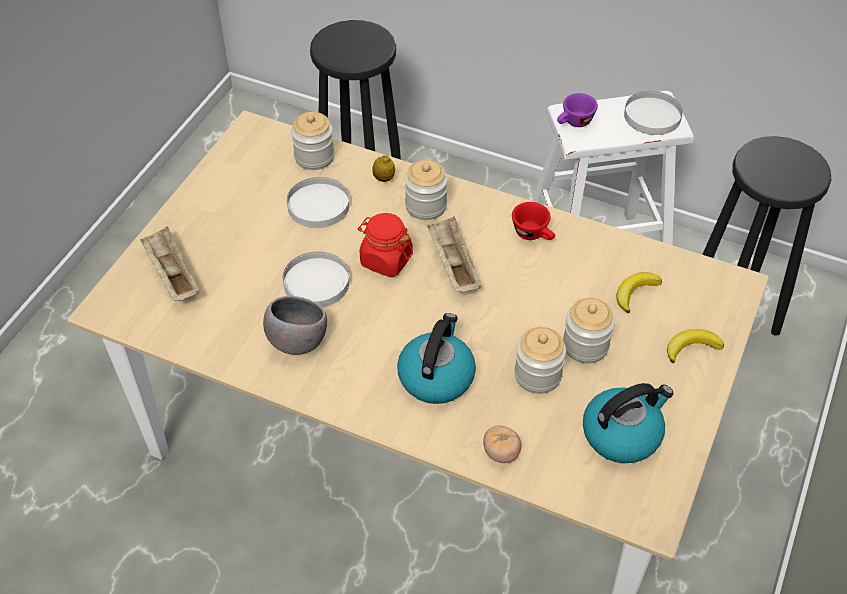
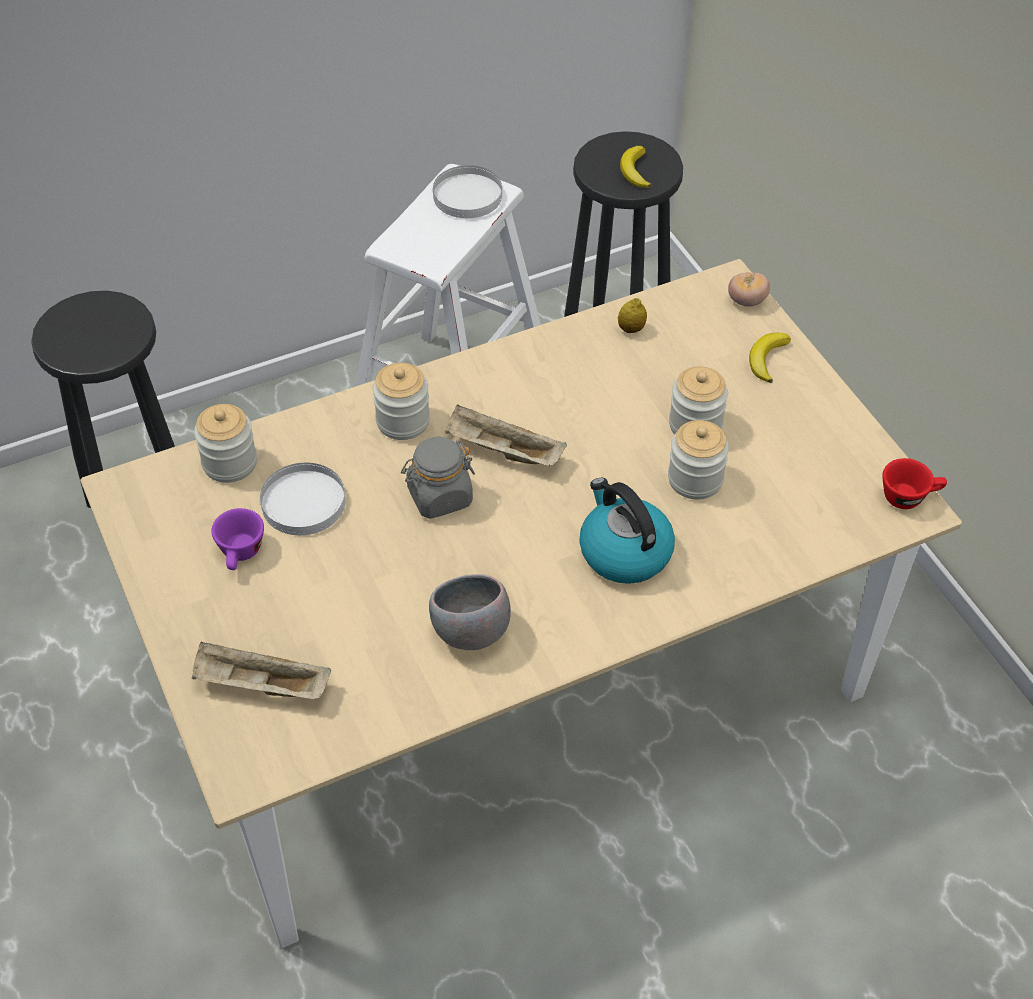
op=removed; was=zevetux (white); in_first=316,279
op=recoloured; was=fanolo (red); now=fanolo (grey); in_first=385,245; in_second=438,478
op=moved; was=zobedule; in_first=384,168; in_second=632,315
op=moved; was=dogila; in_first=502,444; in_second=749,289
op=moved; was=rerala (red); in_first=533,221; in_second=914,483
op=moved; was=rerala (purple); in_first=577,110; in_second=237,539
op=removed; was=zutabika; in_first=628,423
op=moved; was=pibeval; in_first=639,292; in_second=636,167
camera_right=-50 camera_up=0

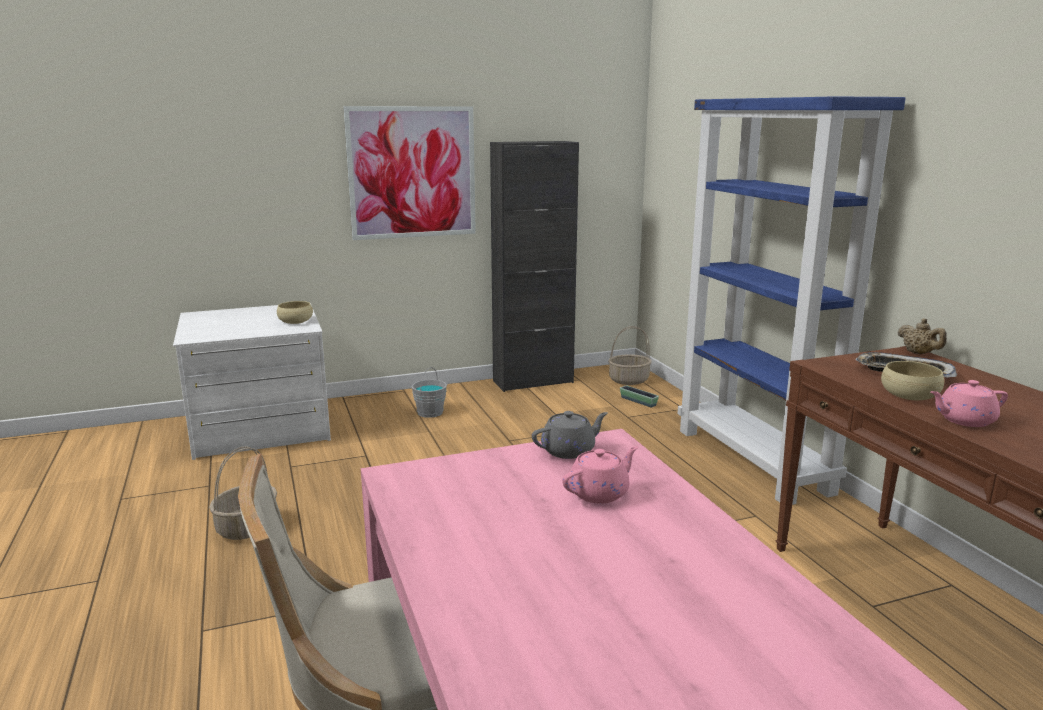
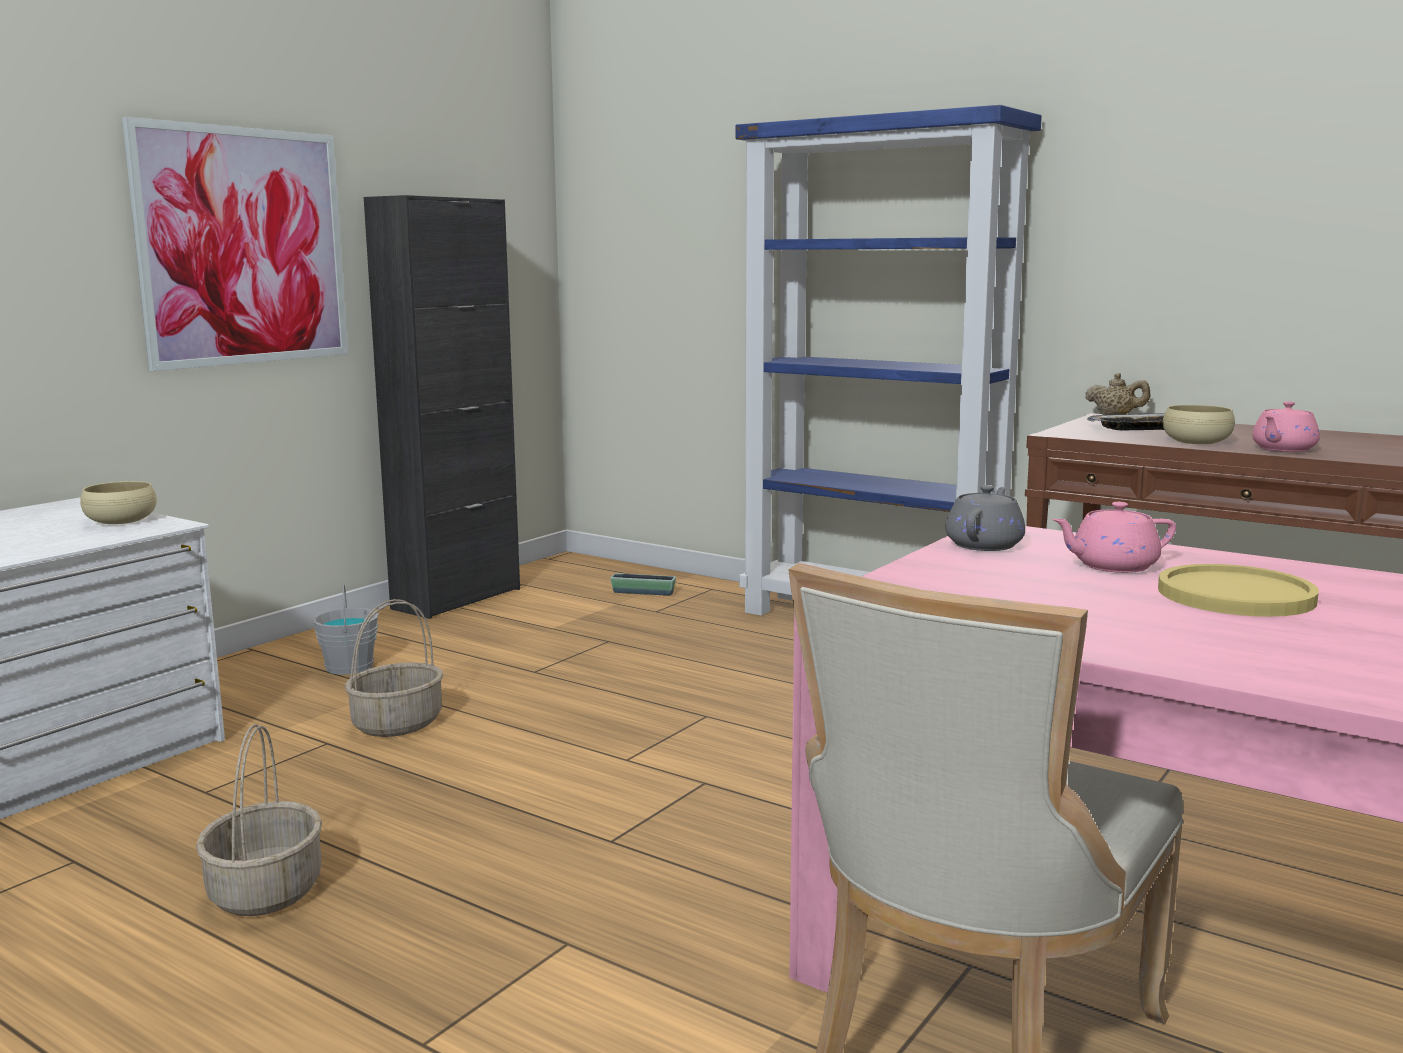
op=turned; was=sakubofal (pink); in_first=600,475; in_second=1114,537; clockwise=-120
op=moved; was=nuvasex; in_first=630,355; in_second=394,668
op=added; now=zevetux (yellow); in_second=1238,590
camera_right=-35 camera_up=-5

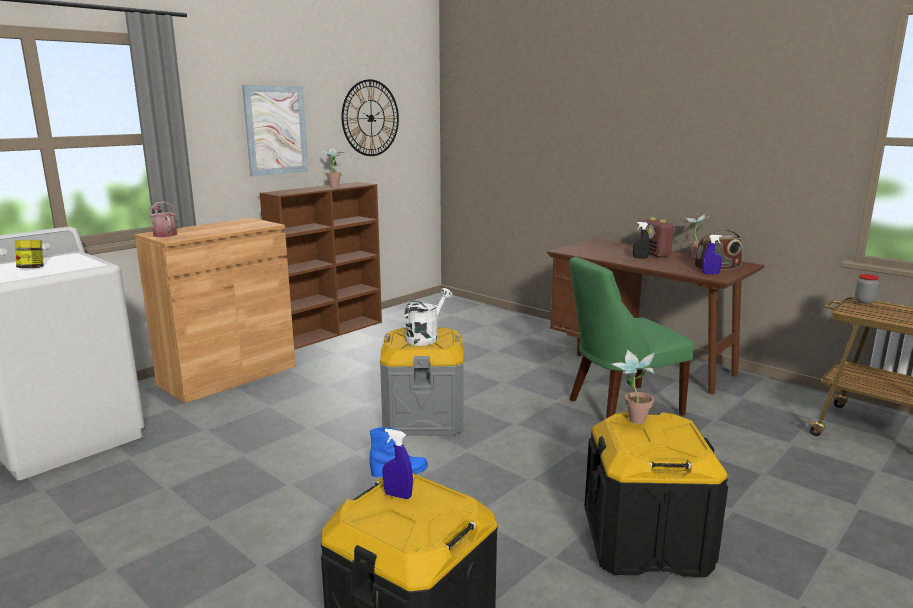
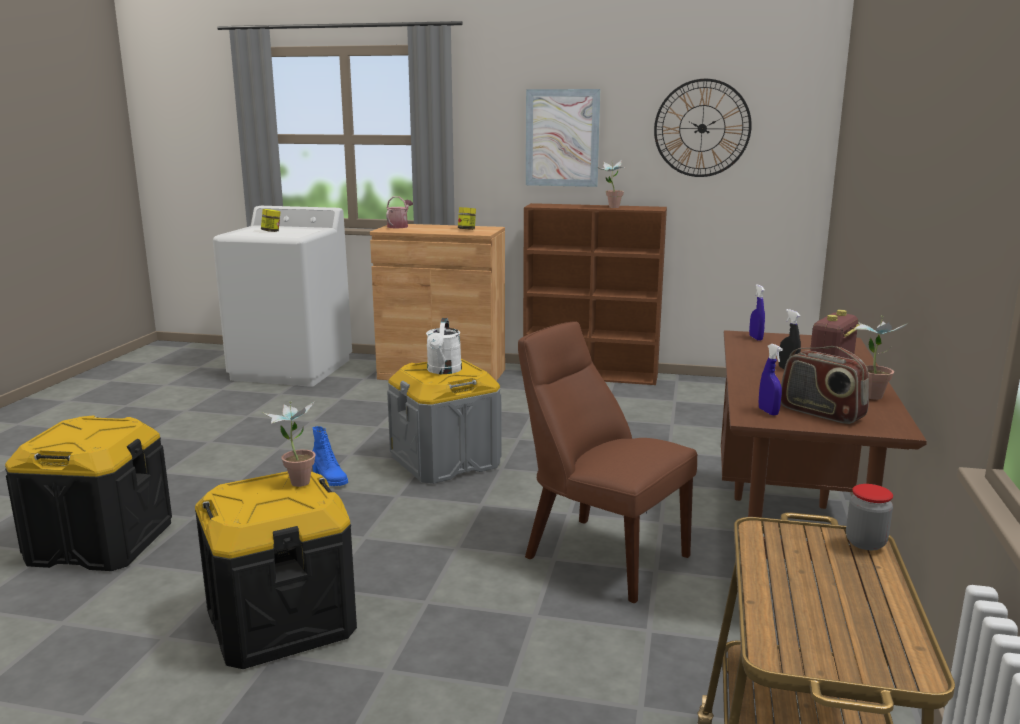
op=moved; was=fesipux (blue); in_first=398,464; in_second=757,312
op=turned; was=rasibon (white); in_first=428,317; in_second=444,346; clockwise=90
op=recoloured; was=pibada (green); now=pibada (brown); in_first=631,337; in_second=607,462
op=added; now=fanolo; in_second=467,218
camera_right=60 camera_up=0

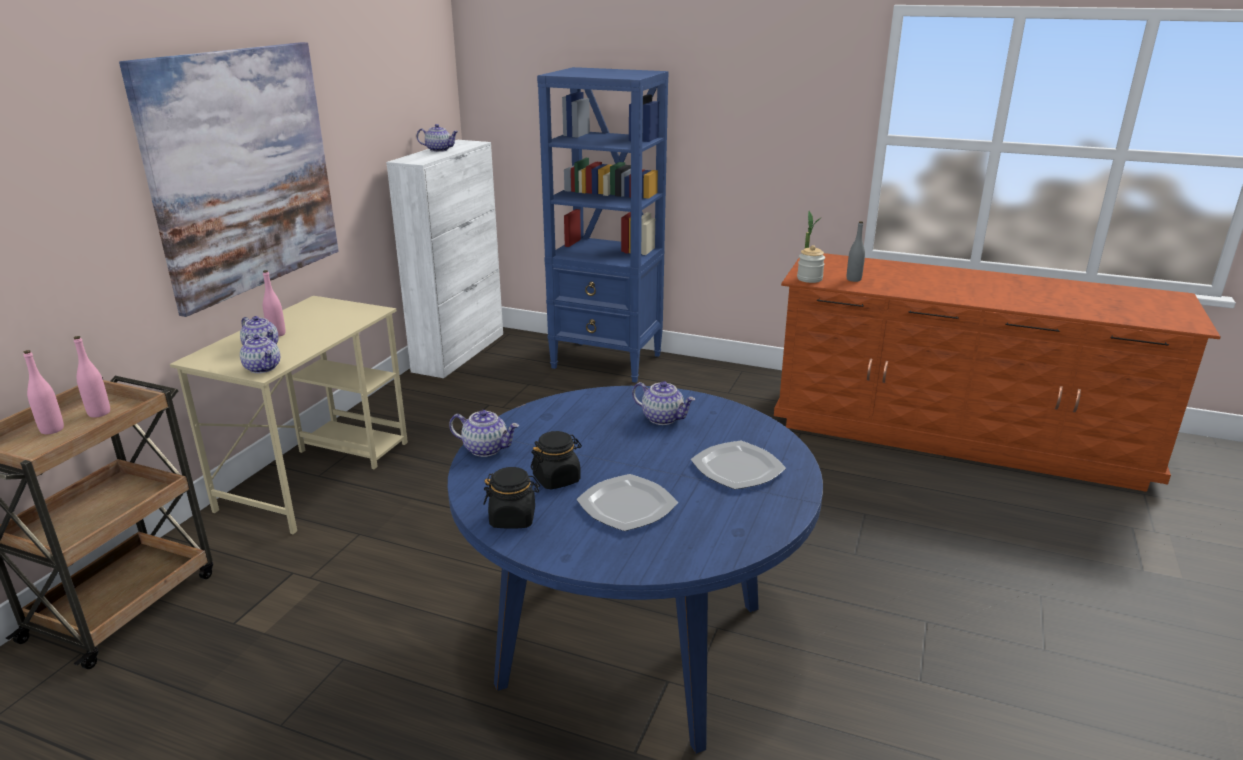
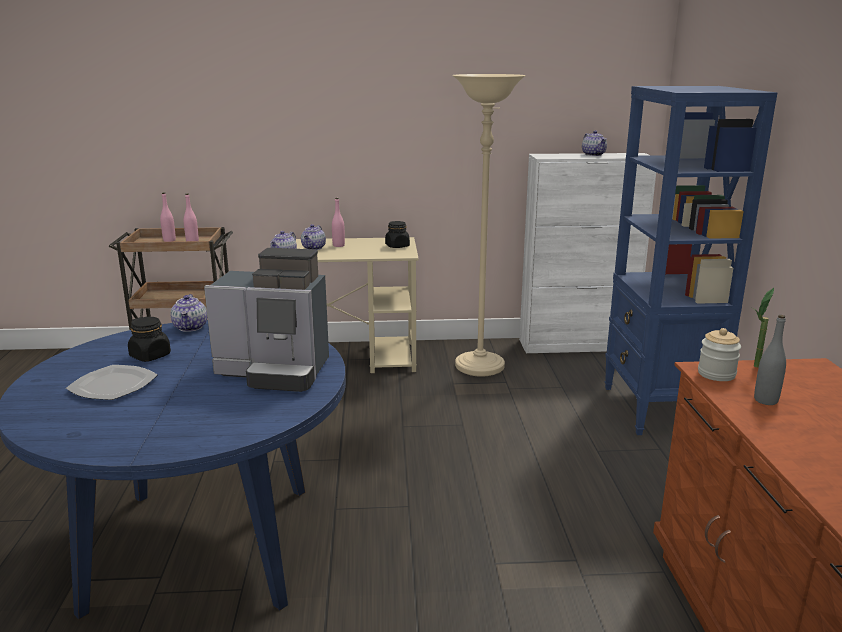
op=removed; was=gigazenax; in_first=229,179
op=moved; was=fanolo (black); in_first=511,498; in_second=397,234
op=replaced; was=sakubofal; now=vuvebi; in_first=664,403; in_second=266,320
op=removed; was=zevetux; in_first=738,465
op=added; now=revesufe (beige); in_second=489,225
camera_right=65 camera_up=-5

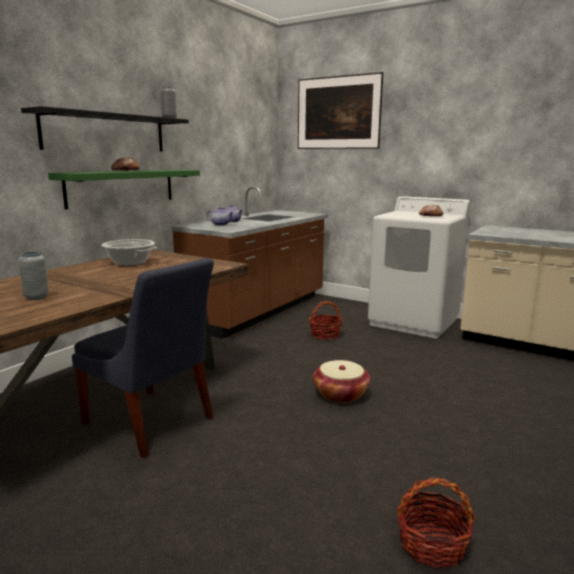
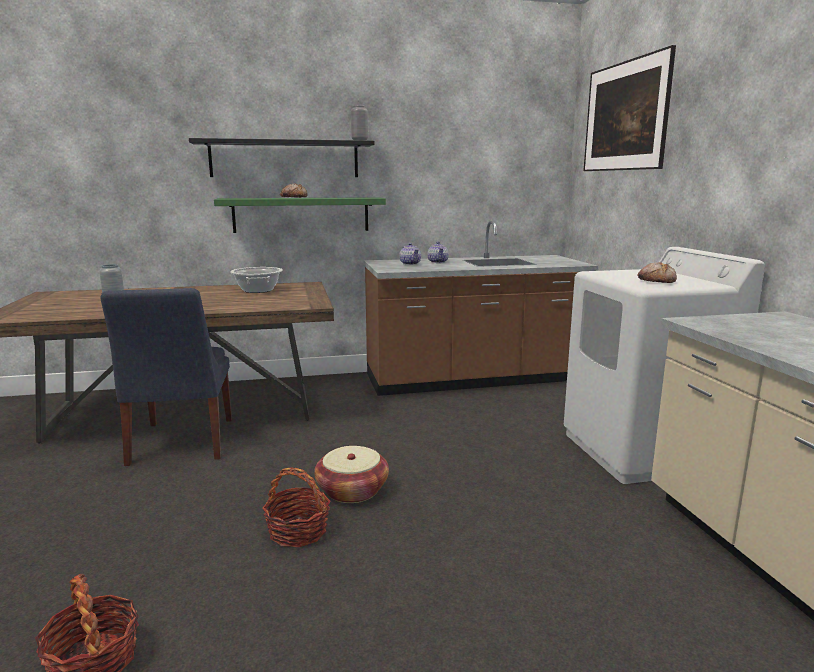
op=moved; was=nuvasex; in_first=325,320; in_second=296,507
camera_right=45 camera_up=0

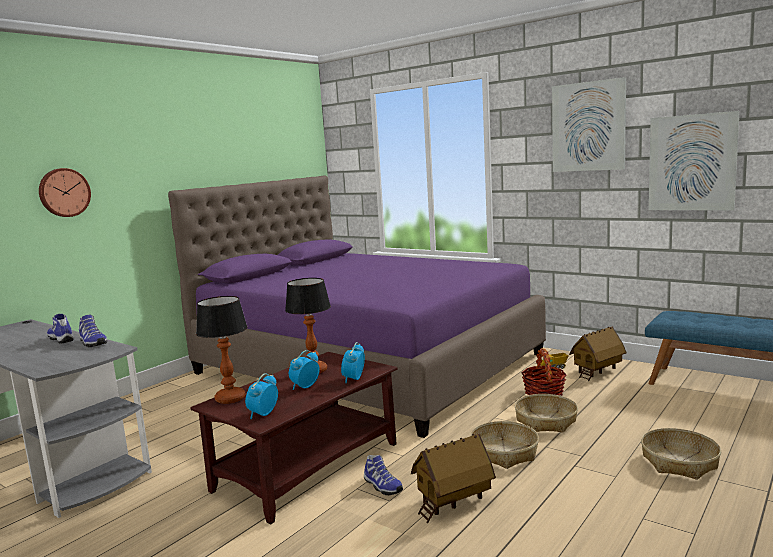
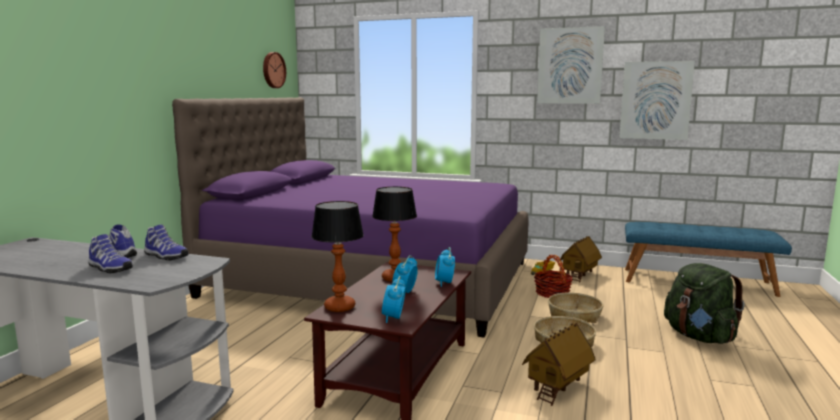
op=moved; was=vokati; in_first=65,192; in_second=274,70
op=moved; was=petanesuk; in_first=383,475; in_second=110,253
op=replaced; was=nuvasex; now=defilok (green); in_first=681,454; in_second=704,303
camera_right=-20 camera_up=0

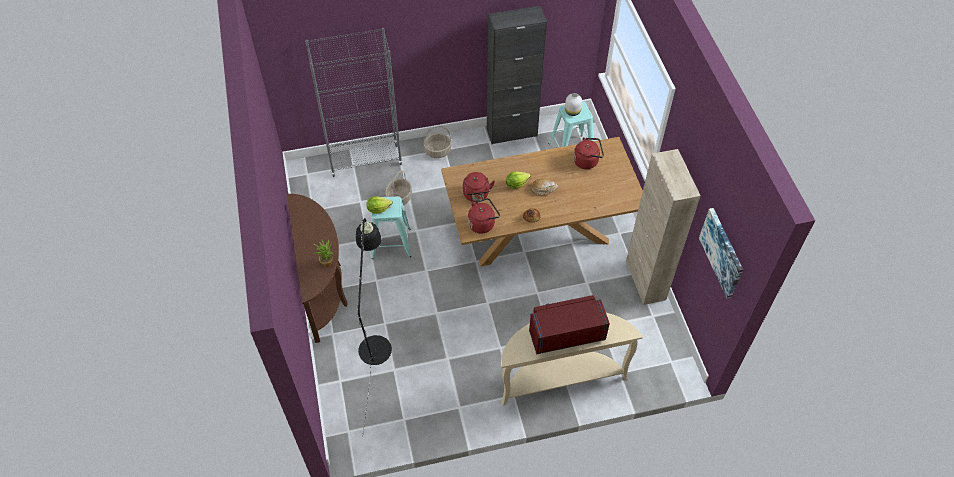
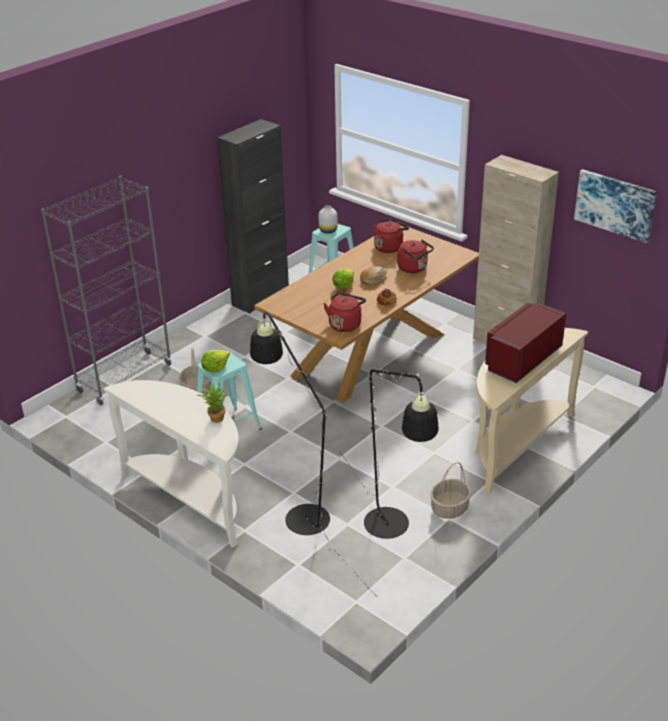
op=recoloured; was=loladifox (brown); now=loladifox (white); in_first=317,268; in_second=171,464
op=moved; was=nuvasex; in_first=437,142; in_second=450,490
op=moved; was=zutabika (red); in_first=479,187; in_second=415,256
op=added; now=revesufe (black); in_second=388,454
camera_right=-35 camera_up=-20

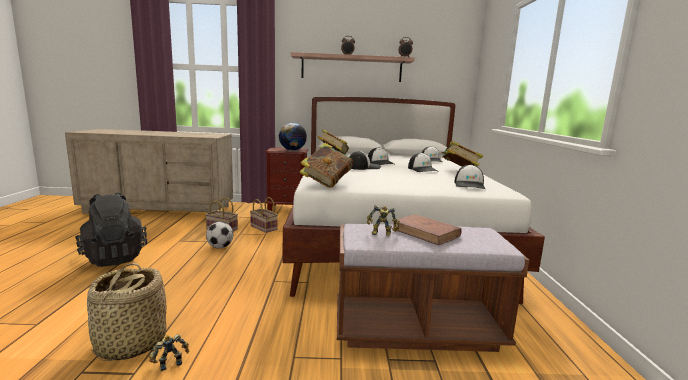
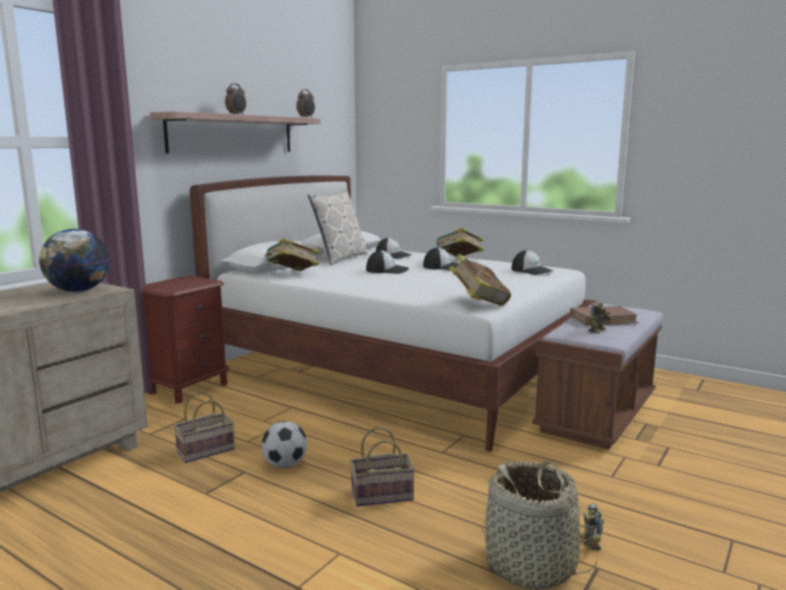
op=removed; was=defilok (black); in_first=111,229
op=moved; was=nuvasex; in_first=264,215; in_second=382,466
op=moved; was=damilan; in_first=293,136; in_second=74,260
op=removed; was=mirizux; in_first=365,160
op=added; now=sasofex; in_second=338,227
camera_right=-55 camera_up=0

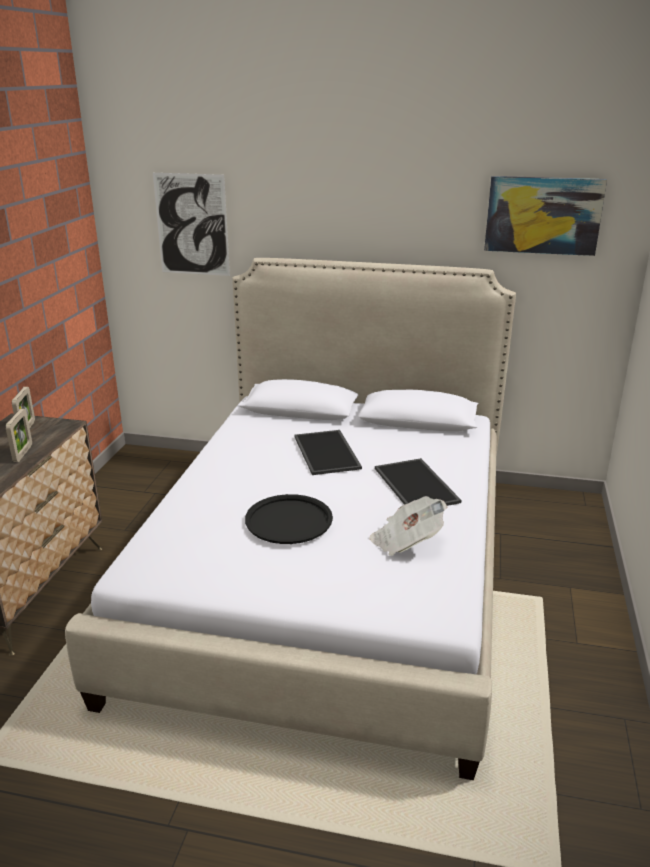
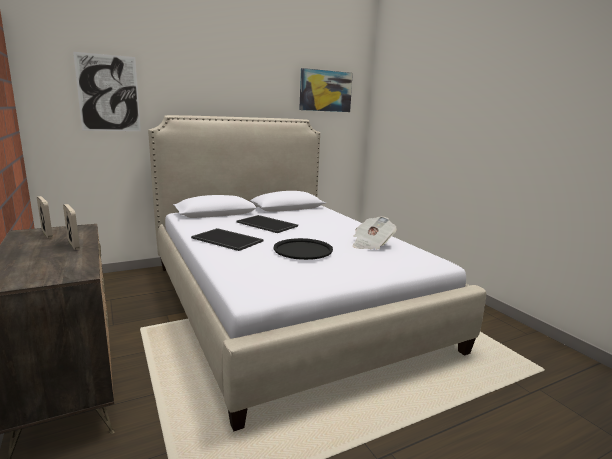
op=moved; was=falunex; in_first=418,482; in_second=227,239
camera_right=-40 camera_up=-10

